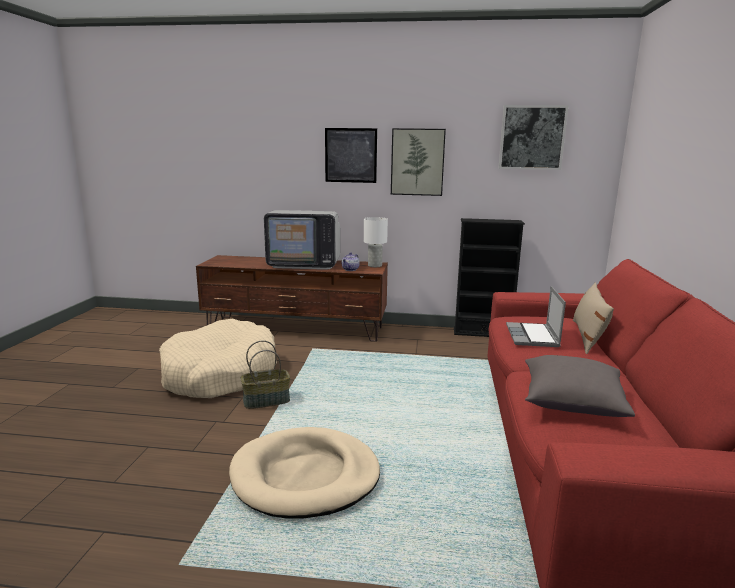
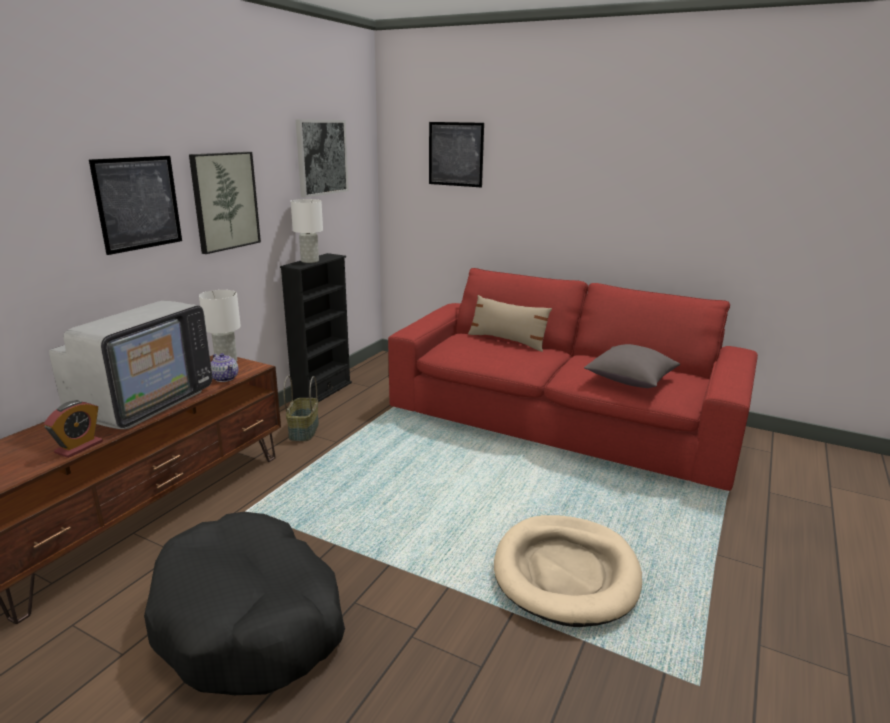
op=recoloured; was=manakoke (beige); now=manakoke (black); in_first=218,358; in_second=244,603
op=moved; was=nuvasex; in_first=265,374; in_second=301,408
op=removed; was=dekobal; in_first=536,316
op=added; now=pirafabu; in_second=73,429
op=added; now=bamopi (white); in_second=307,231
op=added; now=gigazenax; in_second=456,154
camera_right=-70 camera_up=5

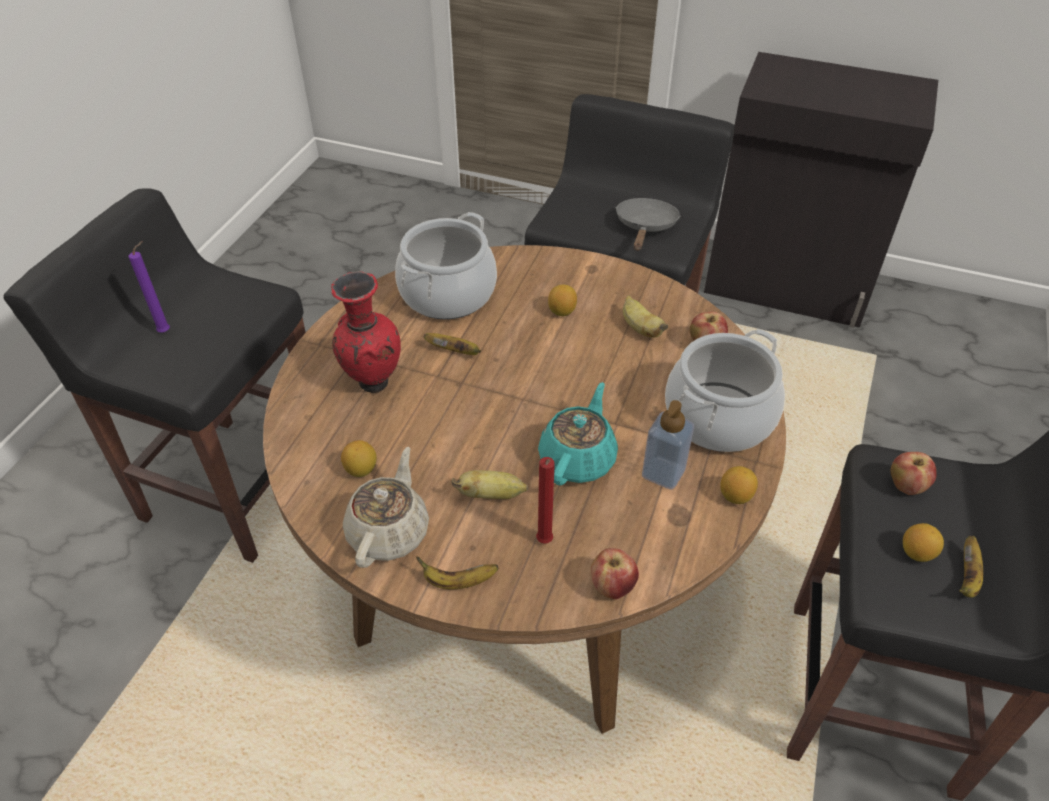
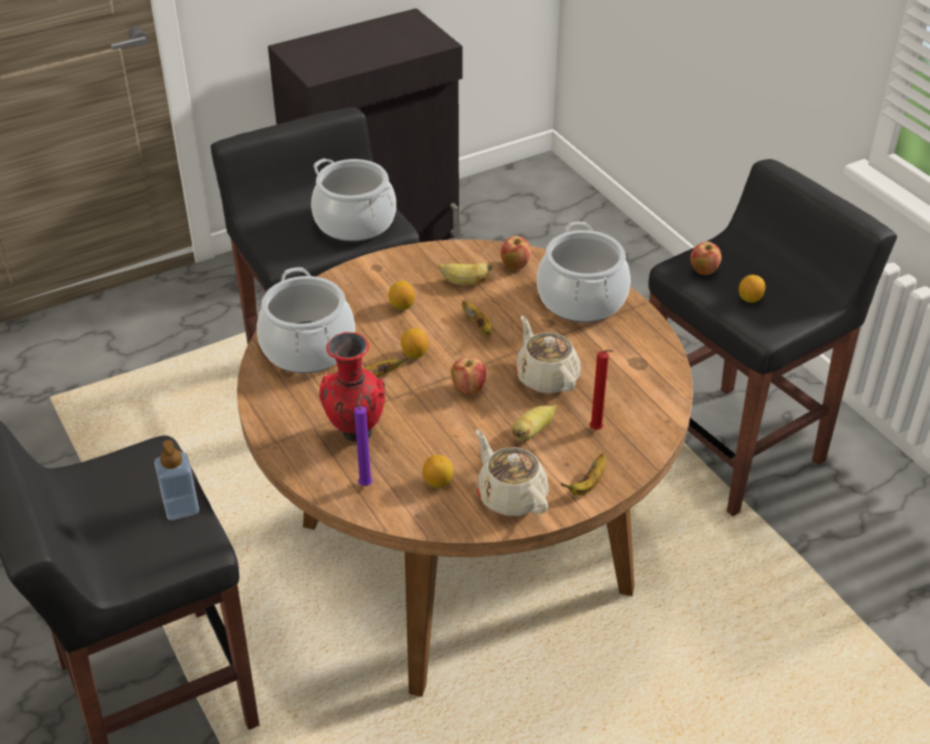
op=moved; was=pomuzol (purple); in_first=149,286; in_second=363,439
op=recoloured; was=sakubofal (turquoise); now=sakubofal (beige); in_first=578,434; in_second=548,355
op=moved; was=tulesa; in_first=615,573; in_second=468,375
op=replaced; was=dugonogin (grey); now=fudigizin; in_first=648,224; in_second=353,200
op=moved; was=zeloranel; in_first=668,445; in_second=176,480
op=moved; was=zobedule; in_first=739,485; in_second=414,343
op=moved; was=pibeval; in_first=971,567; in_second=477,318
camera_right=-50 camera_up=-5

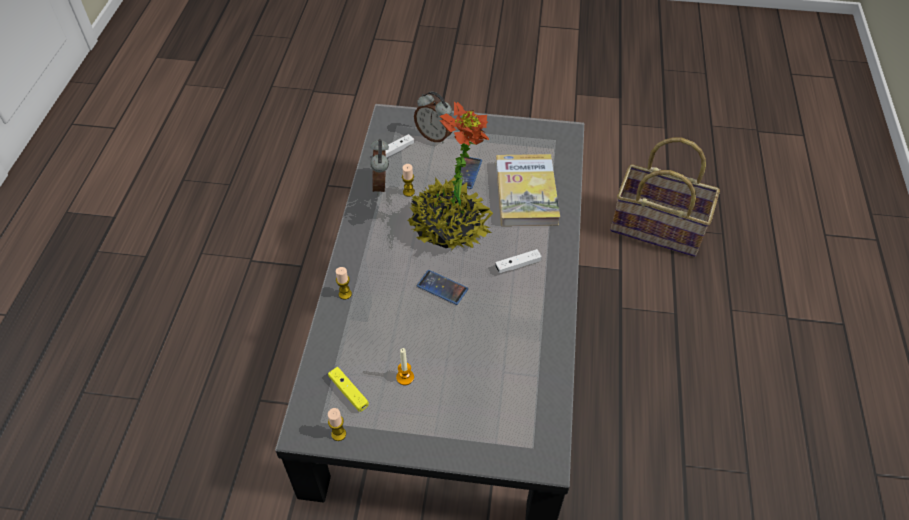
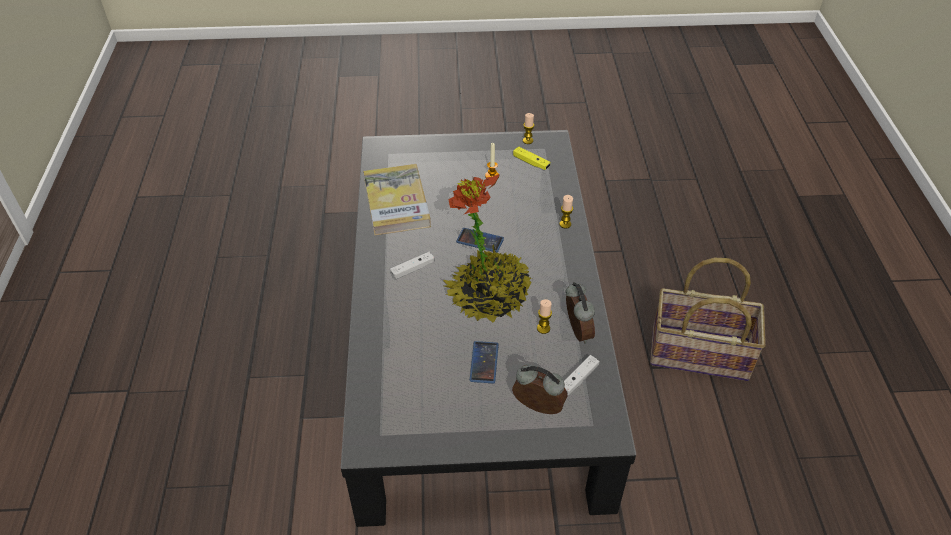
op=moved; was=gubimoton; in_first=528,190; in_second=397,199
op=moved; was=nuvasex; in_first=665,197; in_second=708,319
camera_right=170 camera_up=-5

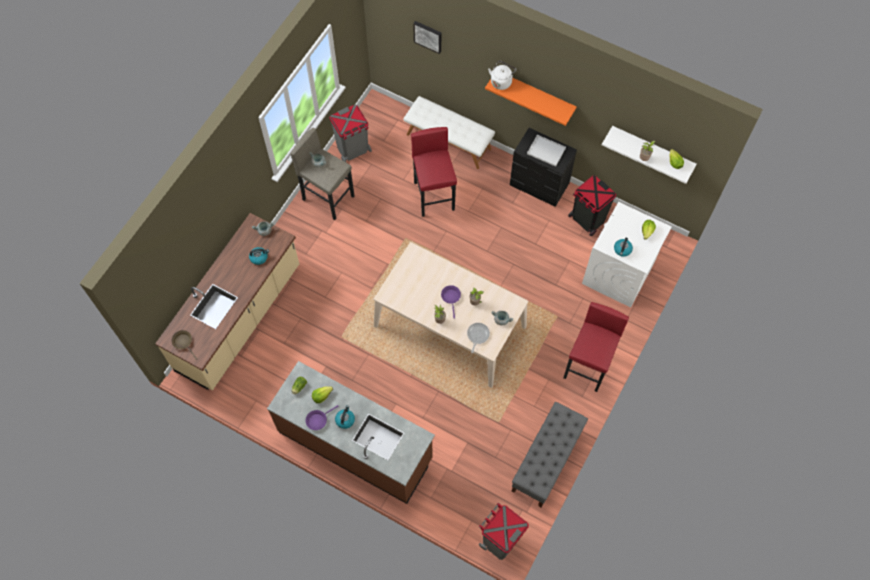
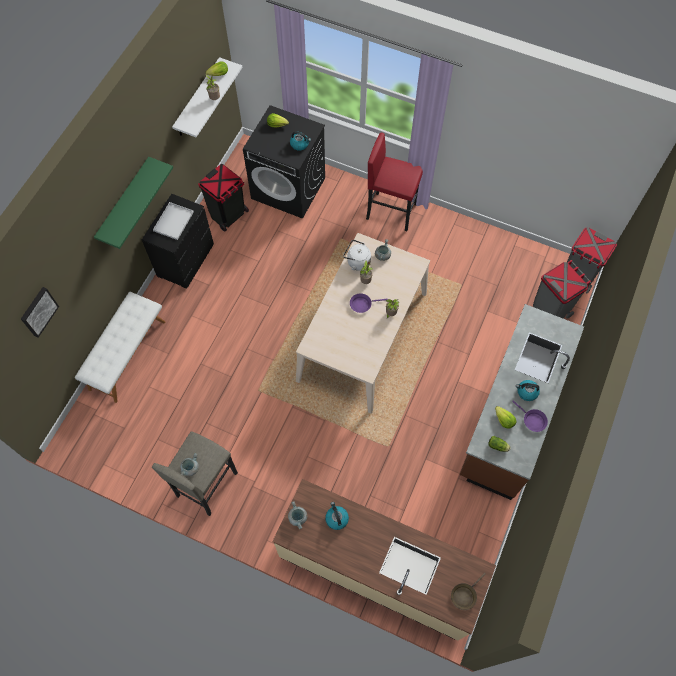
op=moved; was=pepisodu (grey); in_first=350,133; in_second=562,289
op=removed; was=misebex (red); in_first=434,172
op=removed; was=dugonogin; in_first=478,338
op=recoloured; was=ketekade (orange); now=ketekade (green); in_first=531,102; in_second=133,203
op=moved; was=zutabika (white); in_first=502,75; in_second=357,255
op=removed; was=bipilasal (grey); in_first=549,454
op=recoloured; was=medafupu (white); now=medafupu (black); in_first=627,255; in_second=284,162
camera_right=-95 camera_up=0

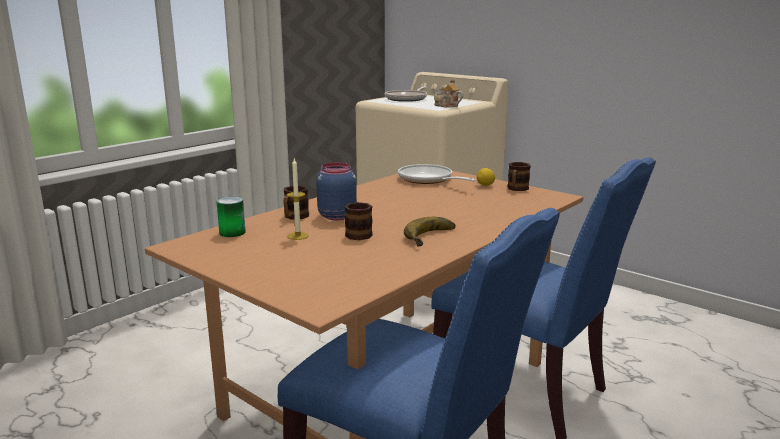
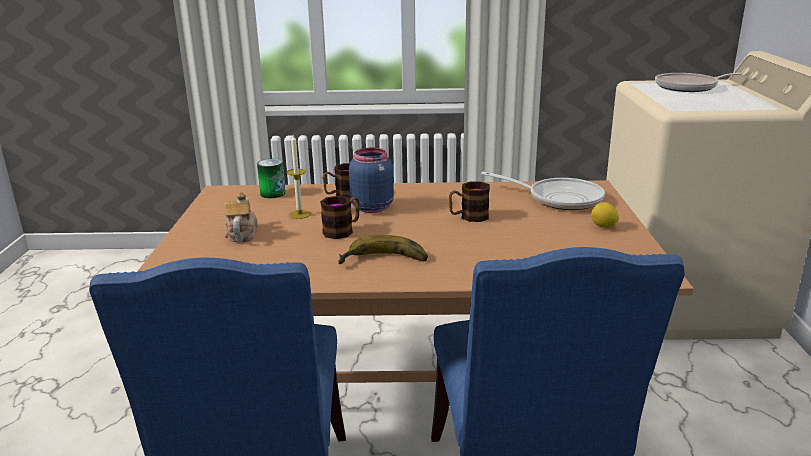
op=turned; was=dugonogin; in_first=437,174; in_second=543,191; clockwise=105
op=moved; was=sakubofal; in_first=448,93; in_second=241,217
op=moved; was=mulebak; in_first=519,176; in_second=469,201
camera_right=50 camera_up=5

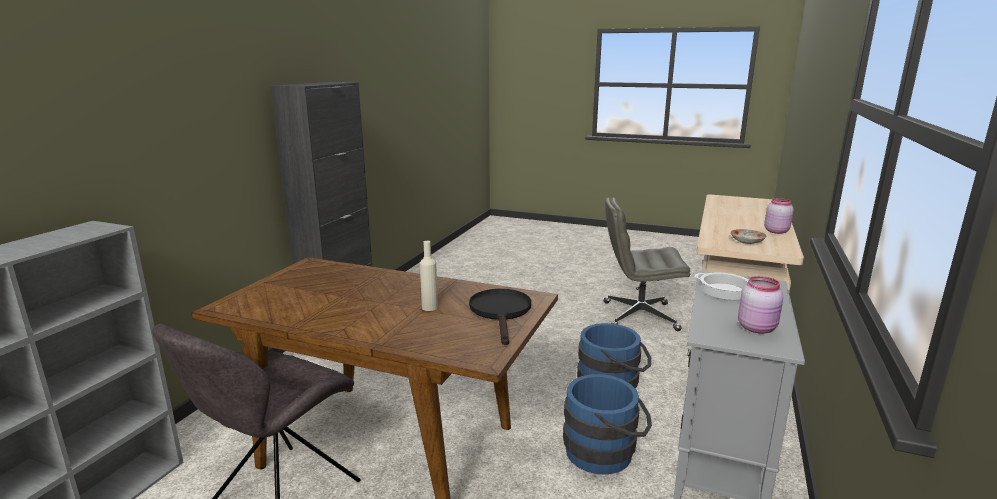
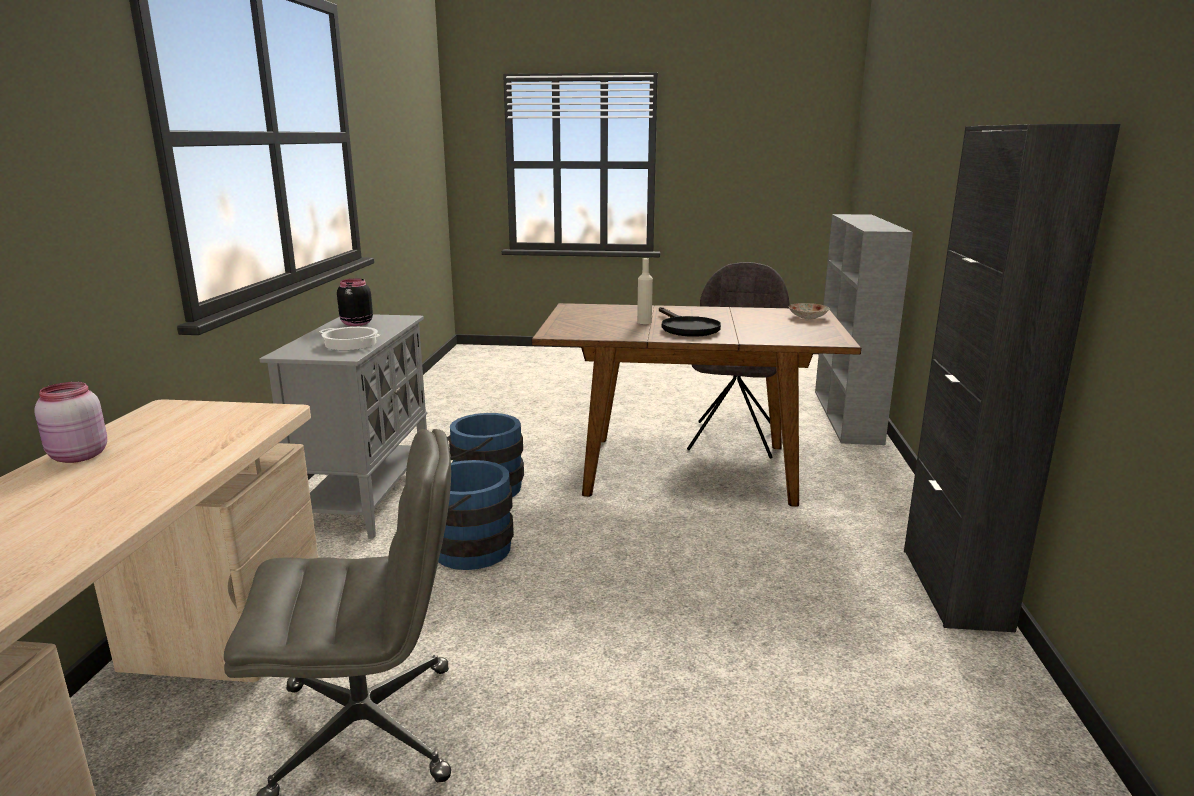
op=moved; was=dugonogin (black); in_first=500,317; in_second=690,322
op=moved; was=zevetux; in_first=748,236; in_second=809,311
op=recoloured; was=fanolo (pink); now=fanolo (black); in_first=760,305; in_second=355,302
camera_right=165 camera_up=0

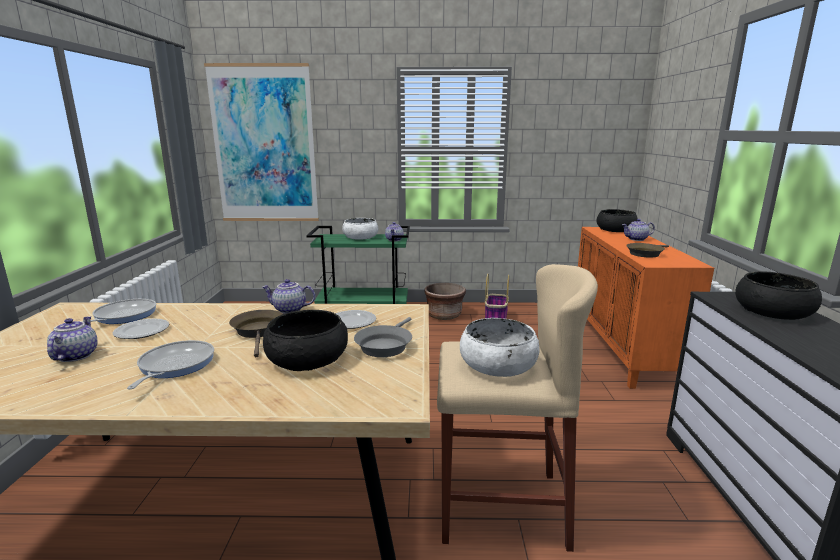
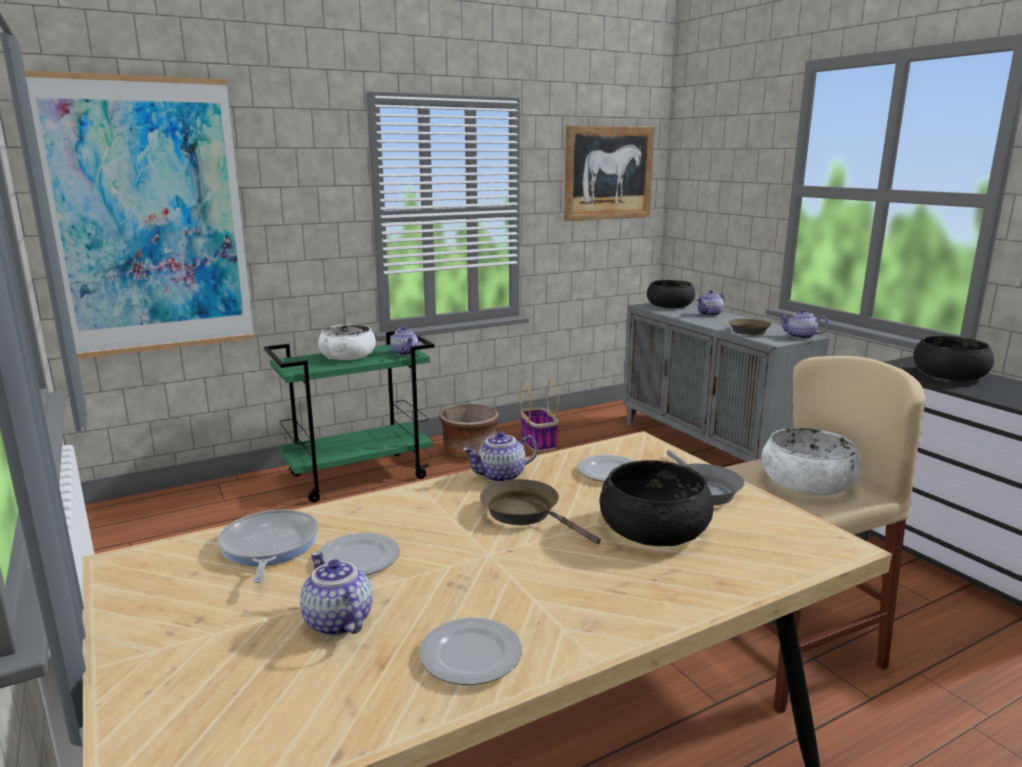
op=removed; was=dugonogin; in_first=170,365
op=recoloured; was=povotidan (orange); now=povotidan (grey); in_first=646,308; in_second=726,382
op=added; now=zevetux; in_second=470,651
op=added; now=gigazenax; in_second=609,173
op=added; now=sakubofal; in_second=803,324
camera_right=-30 camera_up=0

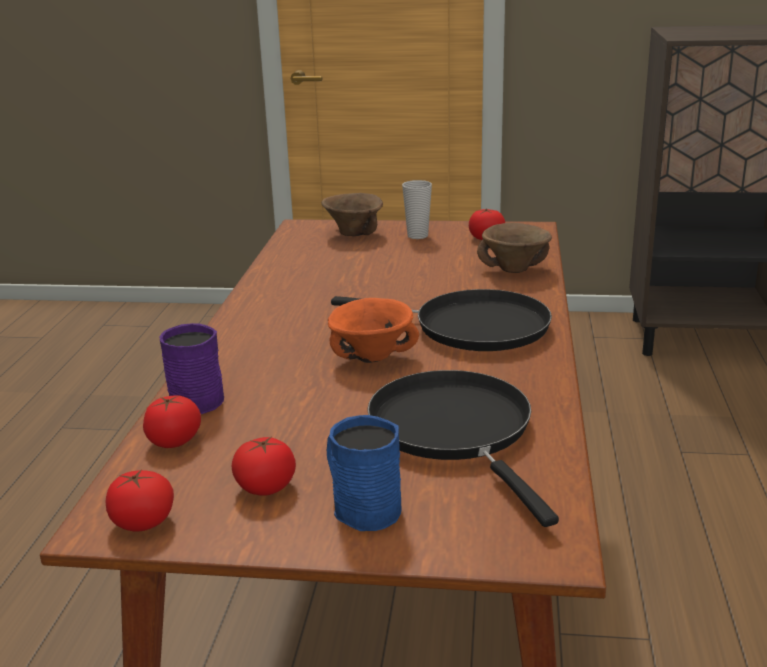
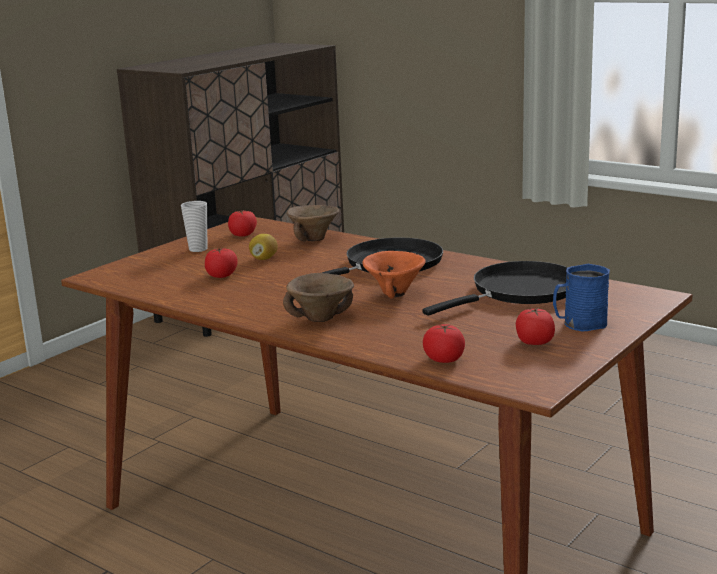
op=moved; was=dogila; in_first=140,500; in_second=221,263
op=removed; was=mulebak (purple); in_first=191,368
op=moved; was=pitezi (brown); in_first=352,214; in_second=318,297
op=turned; was=dugonogin (black); in_first=463,448; in_second=495,288; clockwise=135
op=added; now=zobedule; in_second=263,247
camera_right=-60 camera_up=-5

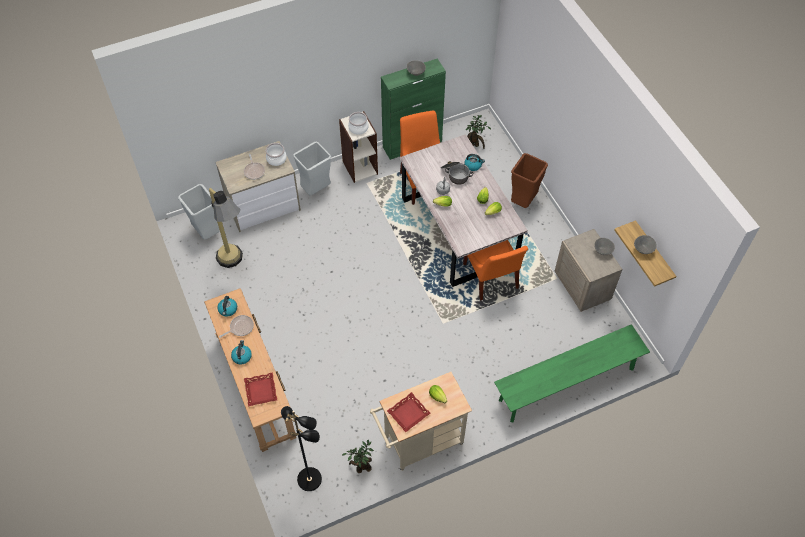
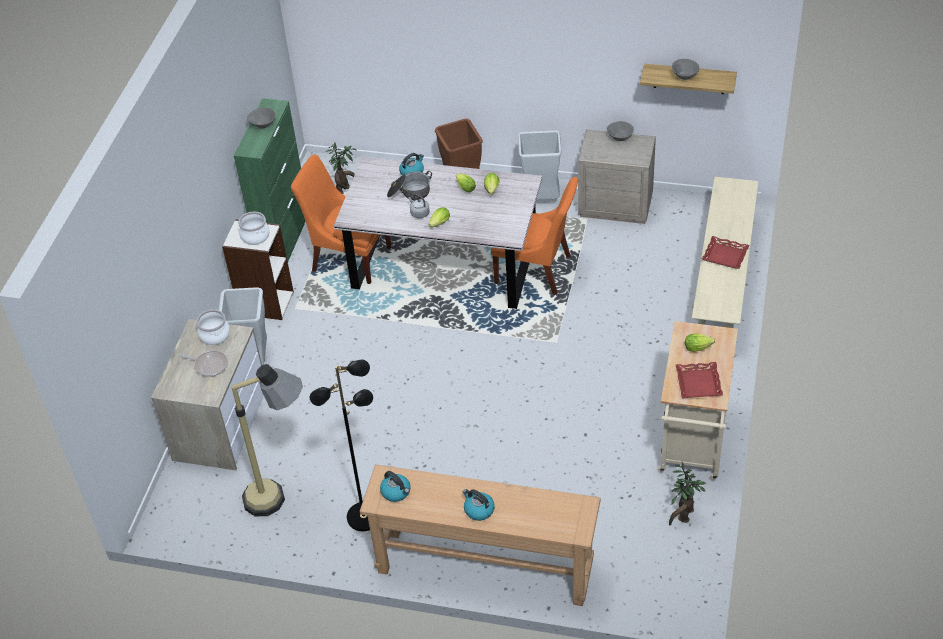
op=moved; was=pepisodu (grey); in_first=199,212; in_second=540,165
op=removed; was=dugonogin; in_first=236,326
op=moved; was=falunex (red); in_first=260,389; in_second=726,252
op=moved; was=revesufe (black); in_first=301,448; in_second=341,445
op=recoloured; was=bipilasal (green); now=bipilasal (beige); in_first=572,373; in_second=725,252
camera_right=-50 camera_up=-10

